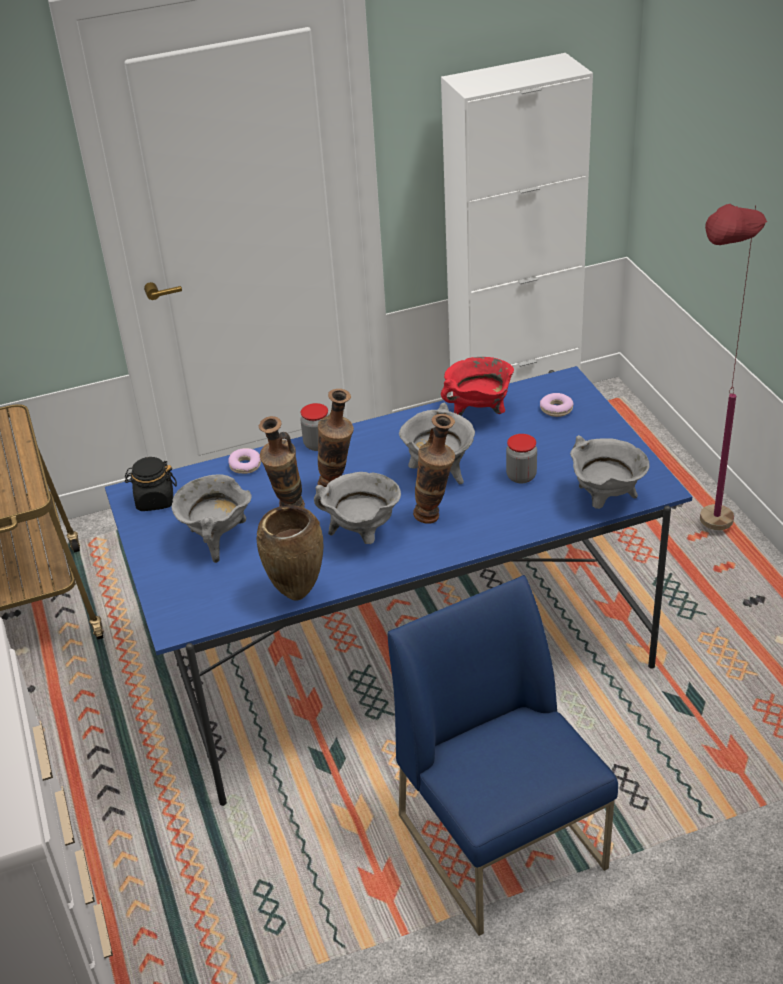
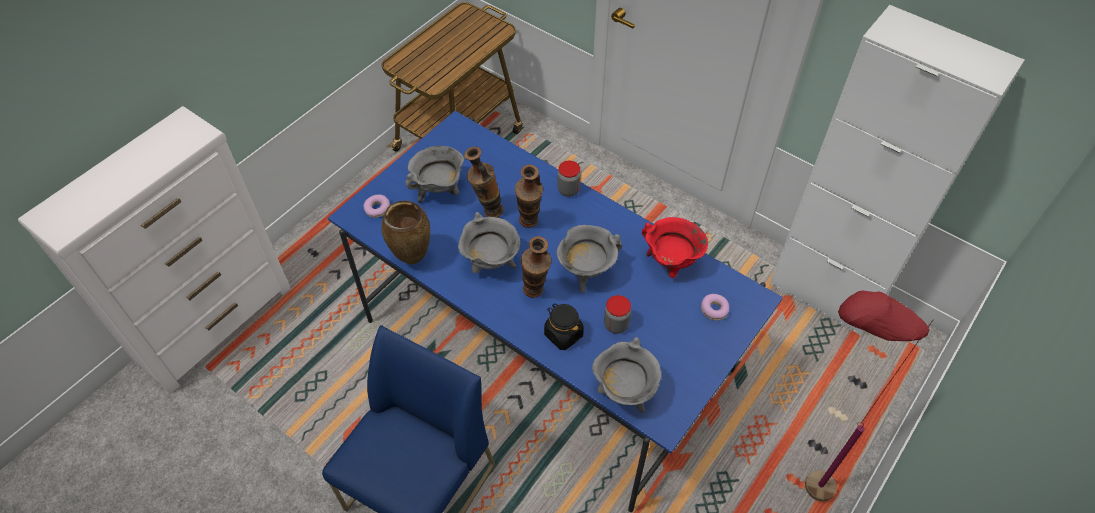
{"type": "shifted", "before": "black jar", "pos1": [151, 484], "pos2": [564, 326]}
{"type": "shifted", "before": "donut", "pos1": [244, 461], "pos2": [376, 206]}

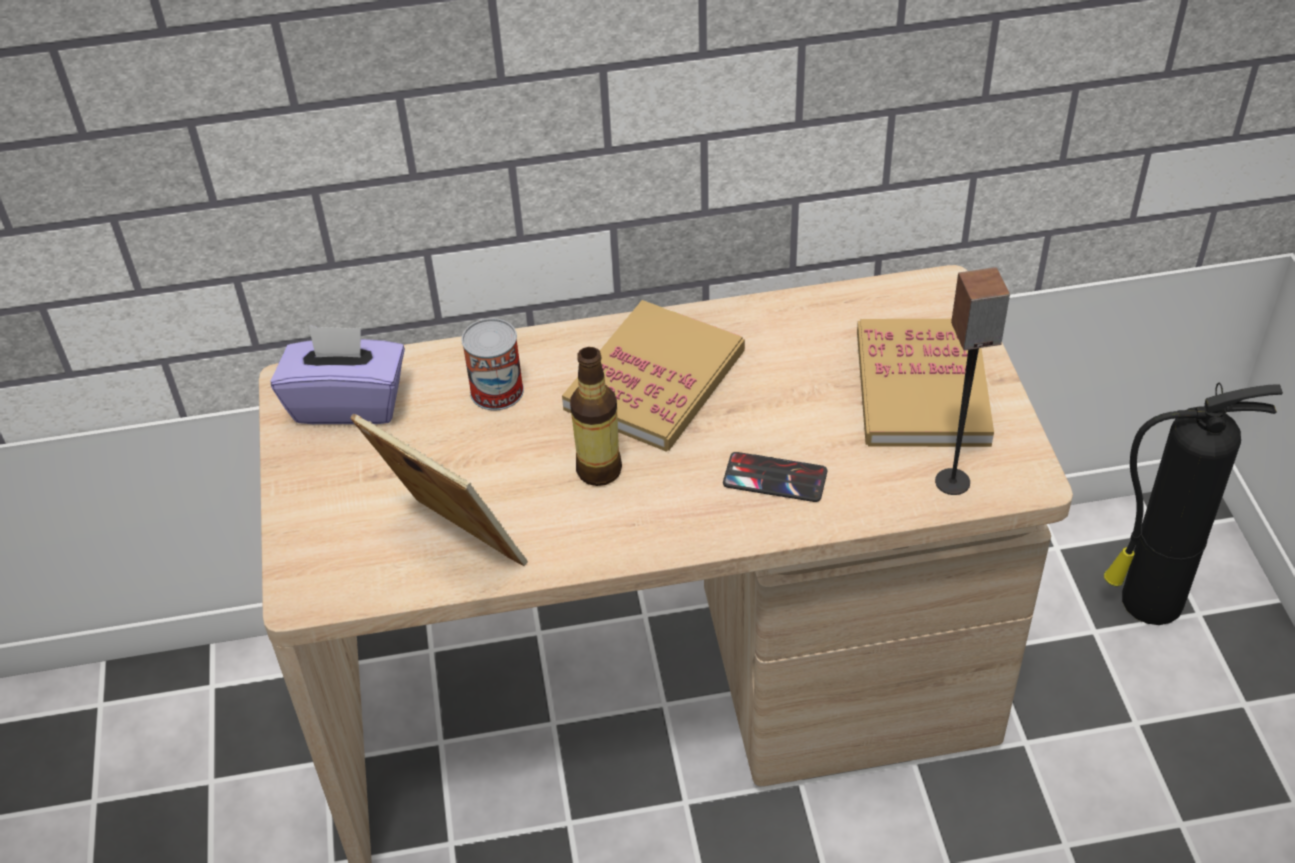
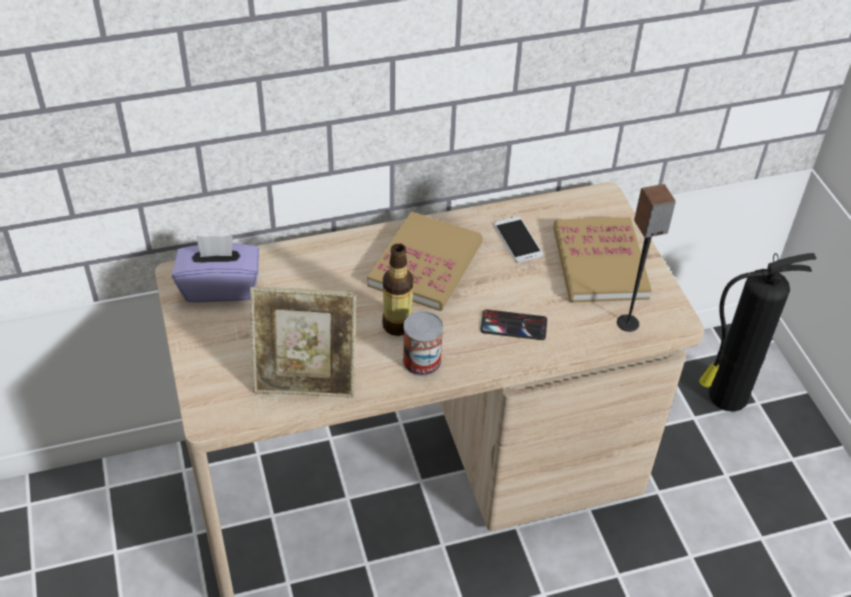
{"type": "rotated", "before": "picture frame", "pos1": [439, 489], "pos2": [303, 342], "turn": 150}
{"type": "shifted", "before": "can", "pos1": [492, 364], "pos2": [423, 343]}
{"type": "new", "after": "phone", "pos2": [518, 239]}

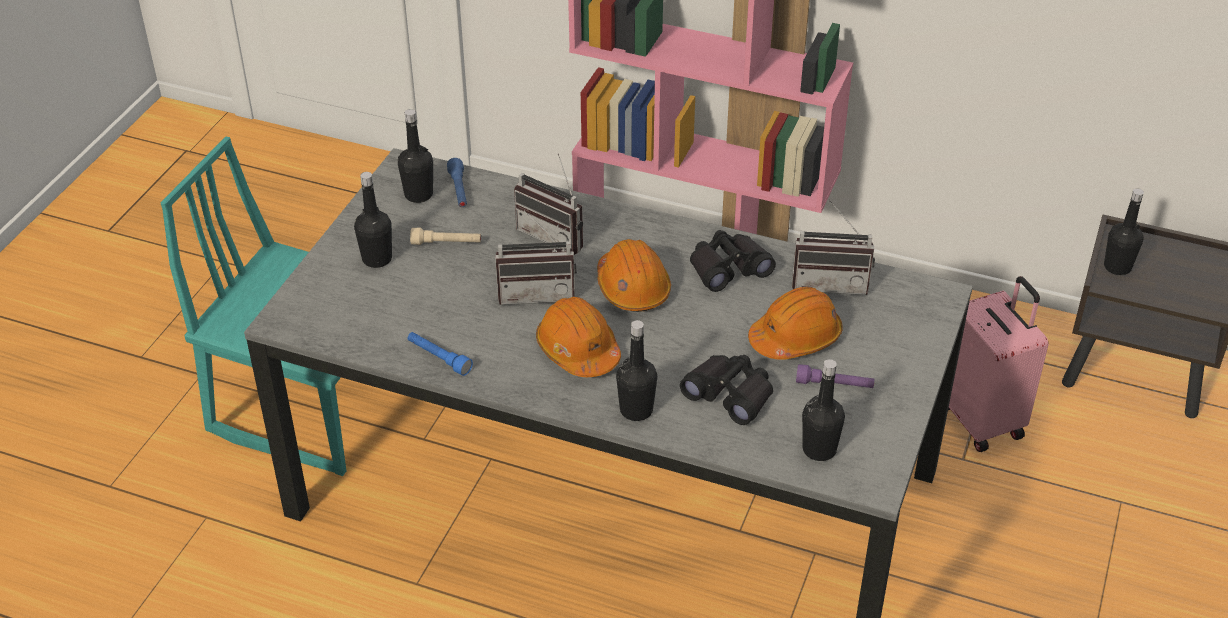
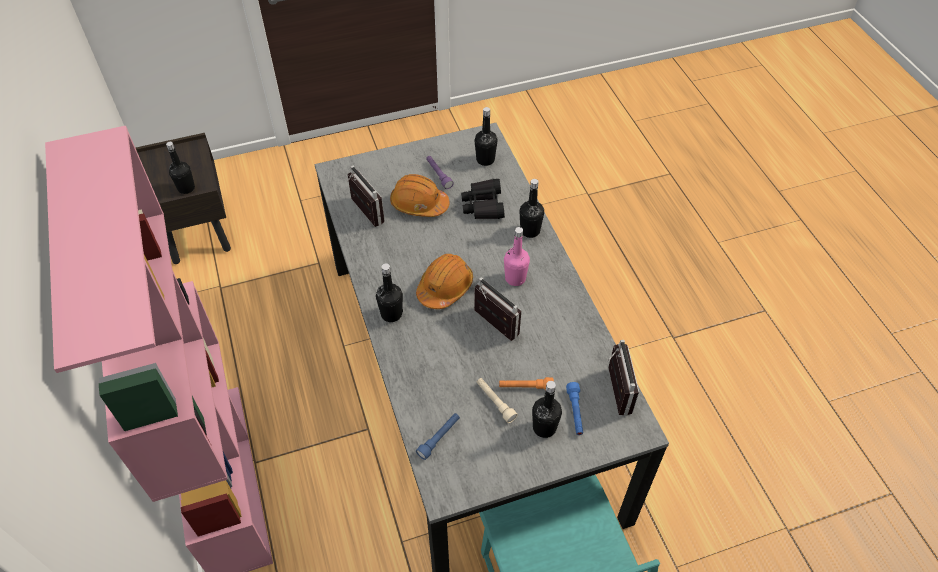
{"type": "shifted", "before": "black bottle", "pos1": [415, 156], "pos2": [389, 292]}
{"type": "shifted", "before": "blue flashlight", "pos1": [440, 354], "pos2": [574, 408]}
{"type": "shifted", "before": "radio", "pos1": [548, 204], "pos2": [623, 378]}
{"type": "swapped", "before": "orange hard hat", "after": "pink bottle", "pos1": [578, 337], "pos2": [517, 256]}
{"type": "gone", "before": "black binoculars", "pos1": [733, 261]}
{"type": "gone", "before": "pink suitcase", "pos1": [998, 364]}
{"type": "new", "after": "orange flashlight", "pos2": [526, 383]}

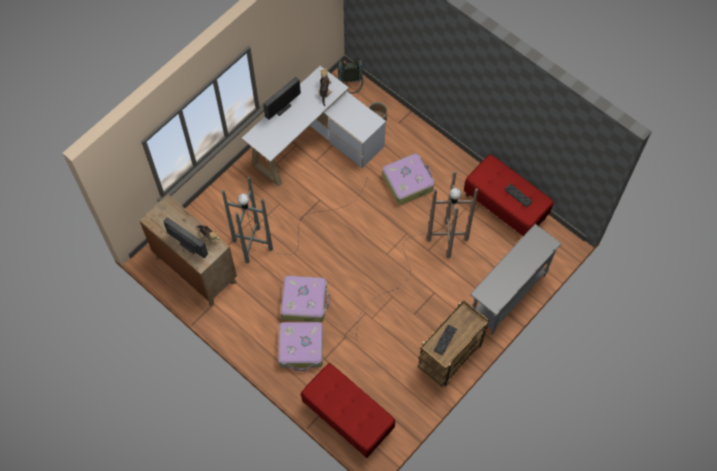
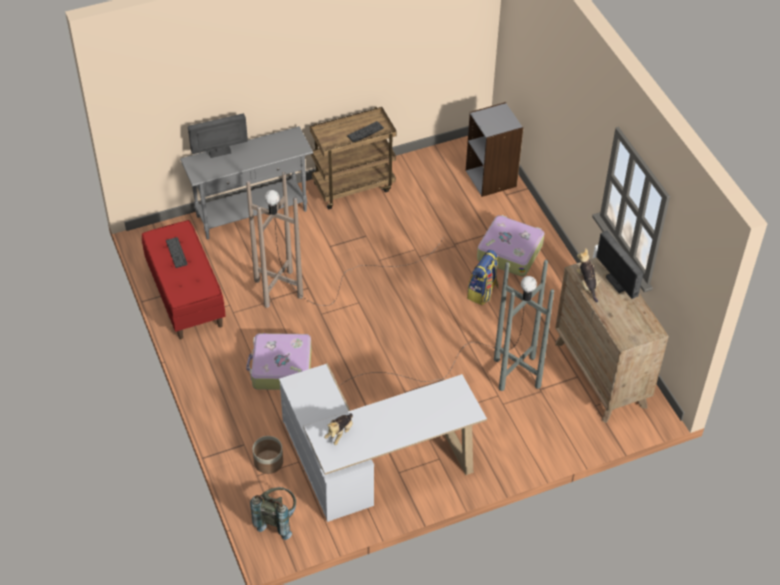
{"type": "shifted", "before": "monitor", "pos1": [282, 98], "pos2": [218, 135]}
{"type": "swapped", "before": "suitcase", "after": "backpack", "pos1": [306, 299], "pos2": [483, 277]}
{"type": "swapped", "before": "red bench", "after": "grey bookcase", "pos1": [348, 410], "pos2": [494, 149]}

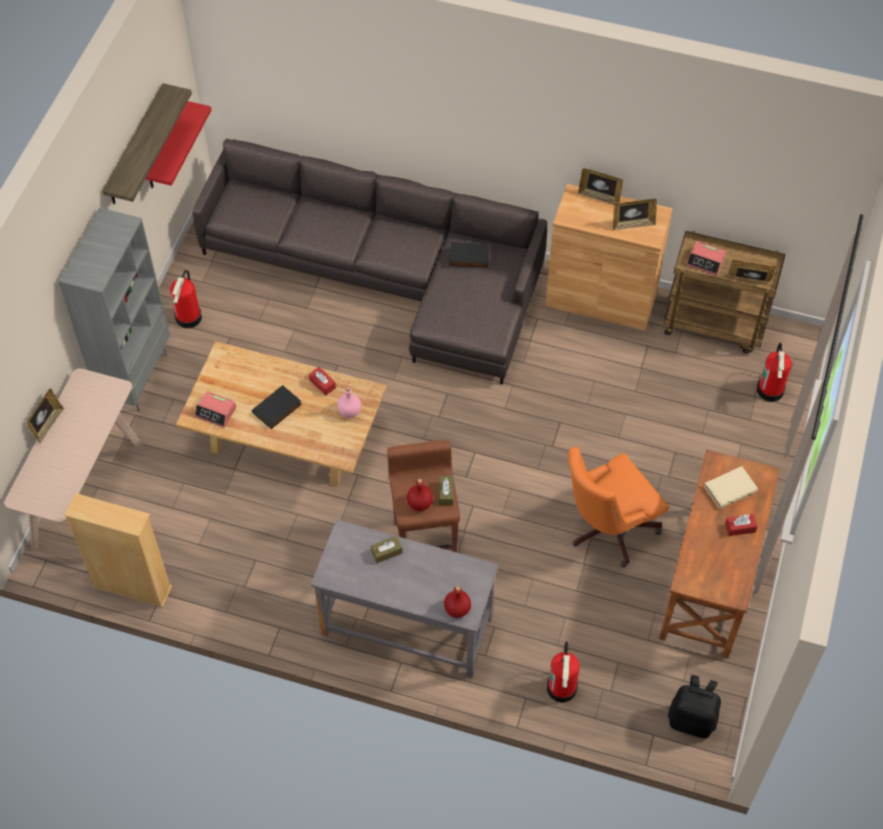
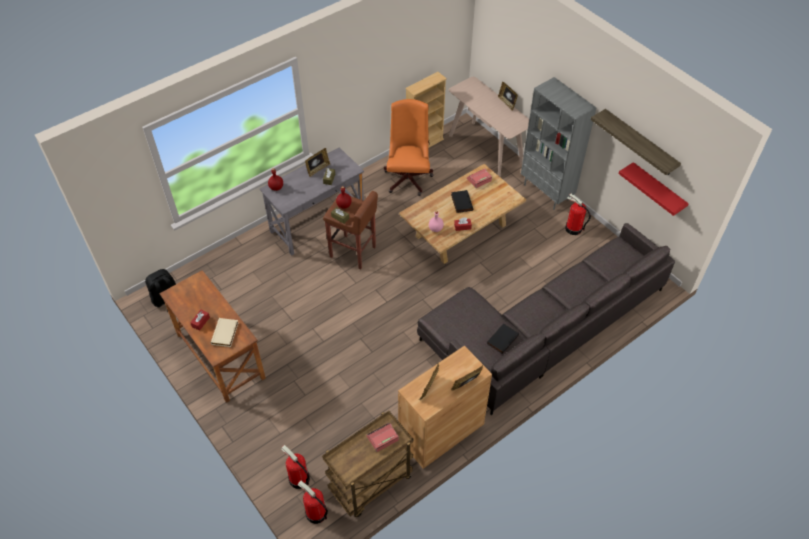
{"type": "shifted", "before": "fire extinguisher", "pos1": [563, 671], "pos2": [312, 502]}
{"type": "shifted", "before": "orange office chair", "pos1": [618, 507], "pos2": [408, 147]}
{"type": "shifted", "before": "picture frame", "pos1": [752, 270], "pos2": [317, 162]}

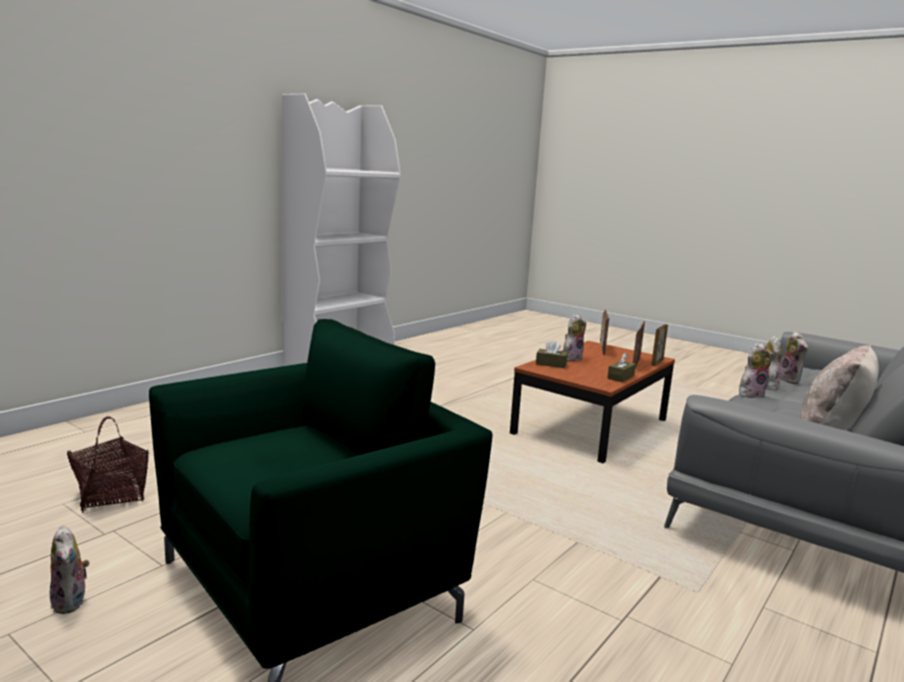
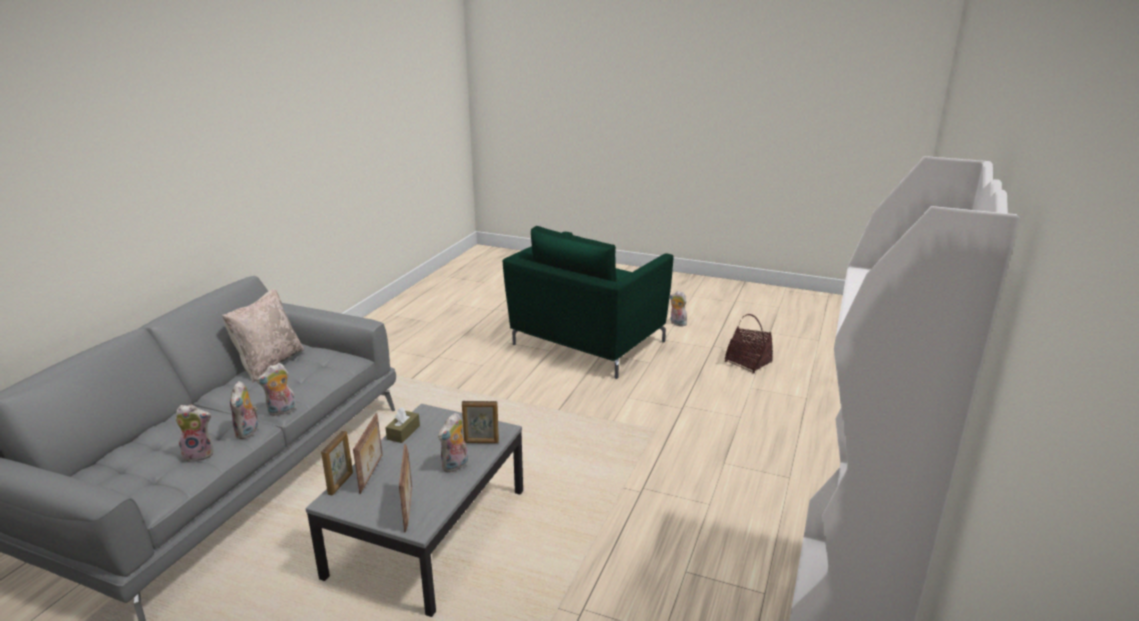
{"type": "repainted", "before": "brown coffee table", "after": "grey coffee table", "pos1": [592, 402], "pos2": [414, 510]}
{"type": "swapped", "before": "brown tissue box", "after": "picture frame", "pos1": [552, 354], "pos2": [480, 422]}
{"type": "rotated", "before": "plush toy", "pos1": [794, 357], "pos2": [194, 433], "turn": 105}

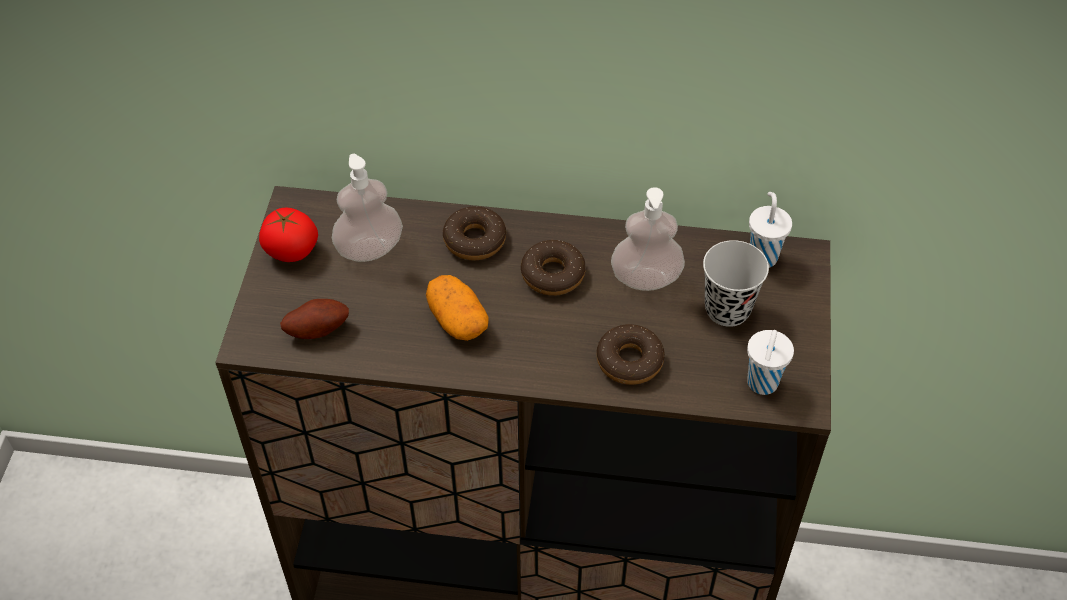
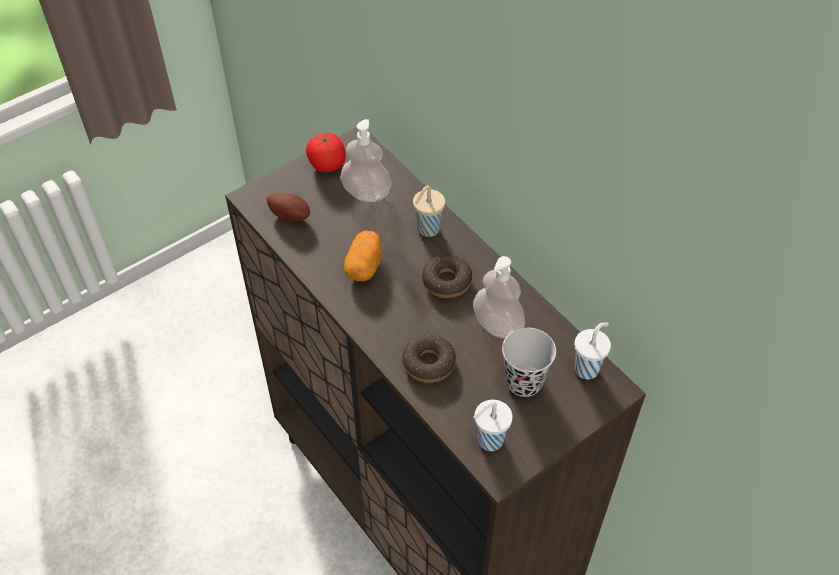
{"type": "swapped", "before": "donut", "after": "beige cup", "pos1": [474, 233], "pos2": [429, 211]}

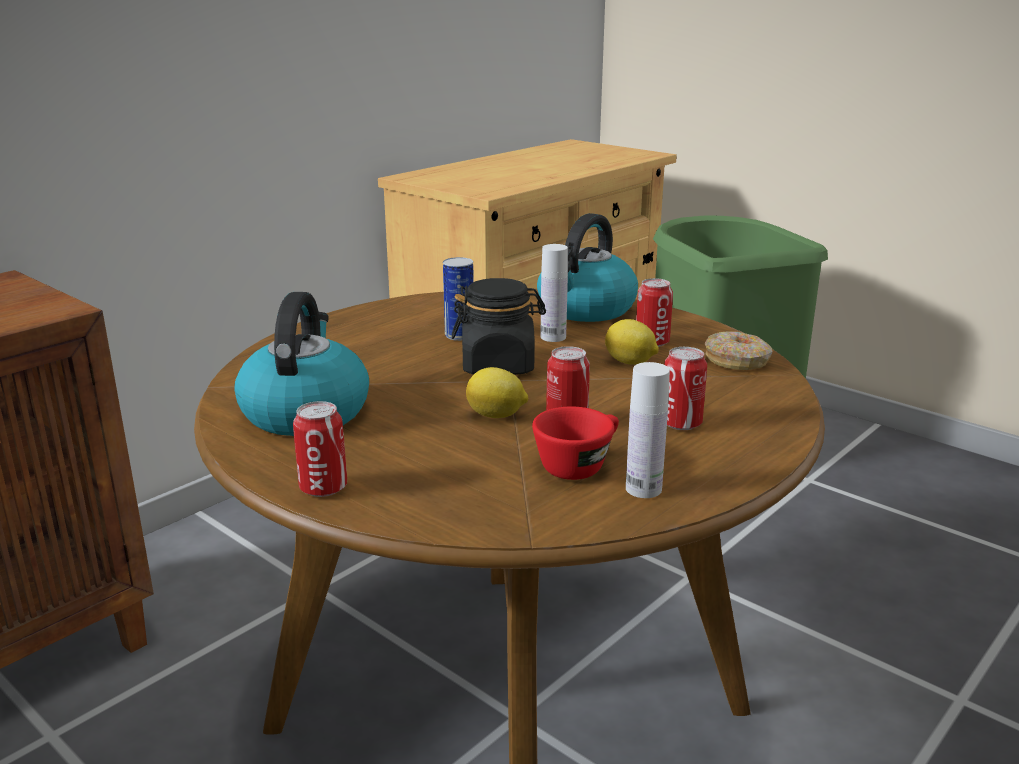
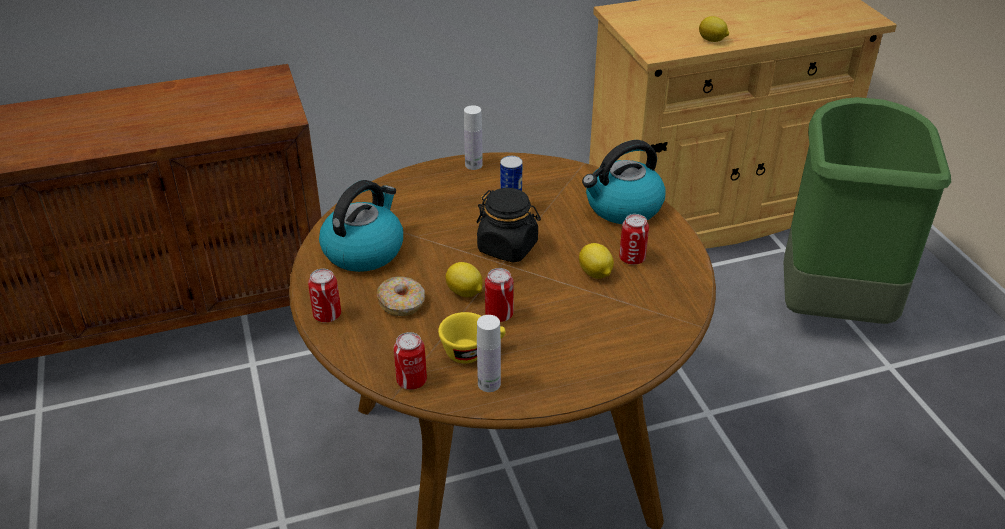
{"type": "repainted", "before": "red cup", "after": "yellow cup", "pos1": [575, 443], "pos2": [472, 337]}
{"type": "shifted", "before": "white bottle", "pos1": [554, 293], "pos2": [473, 137]}
{"type": "shifted", "before": "can", "pos1": [685, 388], "pos2": [410, 361]}
{"type": "shifted", "before": "donut", "pos1": [738, 350], "pos2": [400, 296]}
{"type": "new", "after": "lemon", "pos2": [714, 29]}

